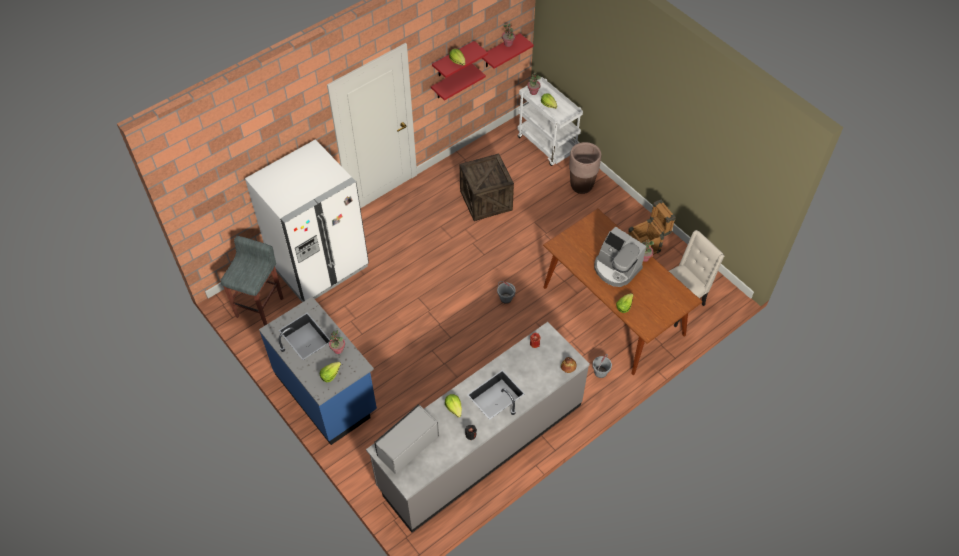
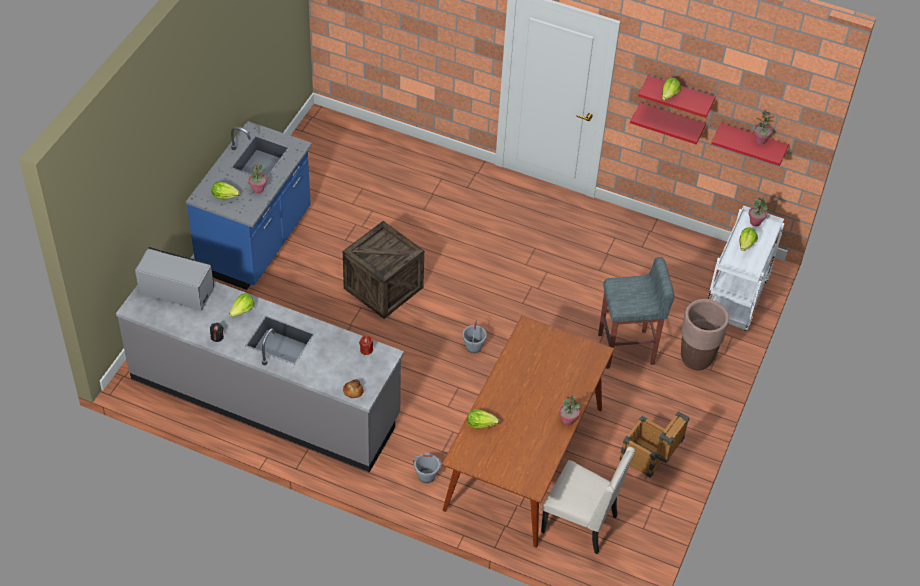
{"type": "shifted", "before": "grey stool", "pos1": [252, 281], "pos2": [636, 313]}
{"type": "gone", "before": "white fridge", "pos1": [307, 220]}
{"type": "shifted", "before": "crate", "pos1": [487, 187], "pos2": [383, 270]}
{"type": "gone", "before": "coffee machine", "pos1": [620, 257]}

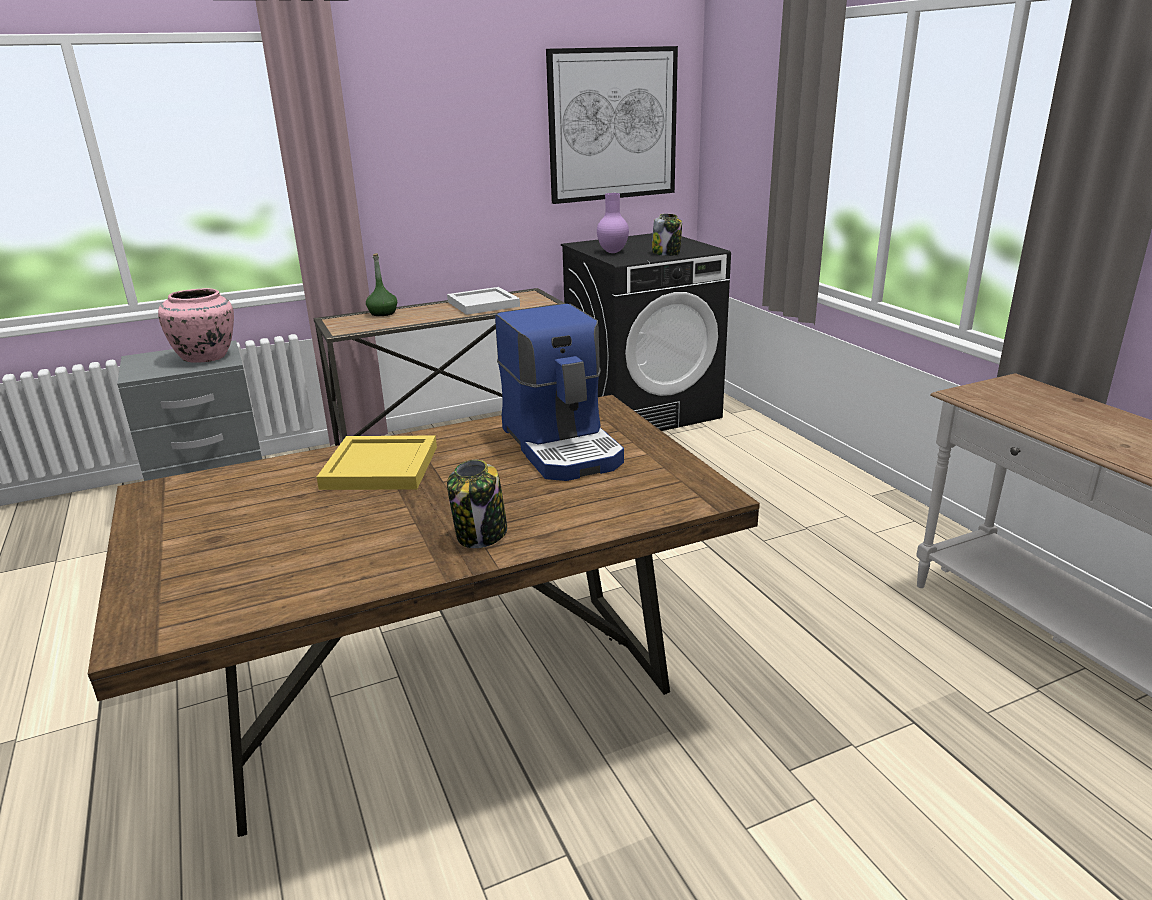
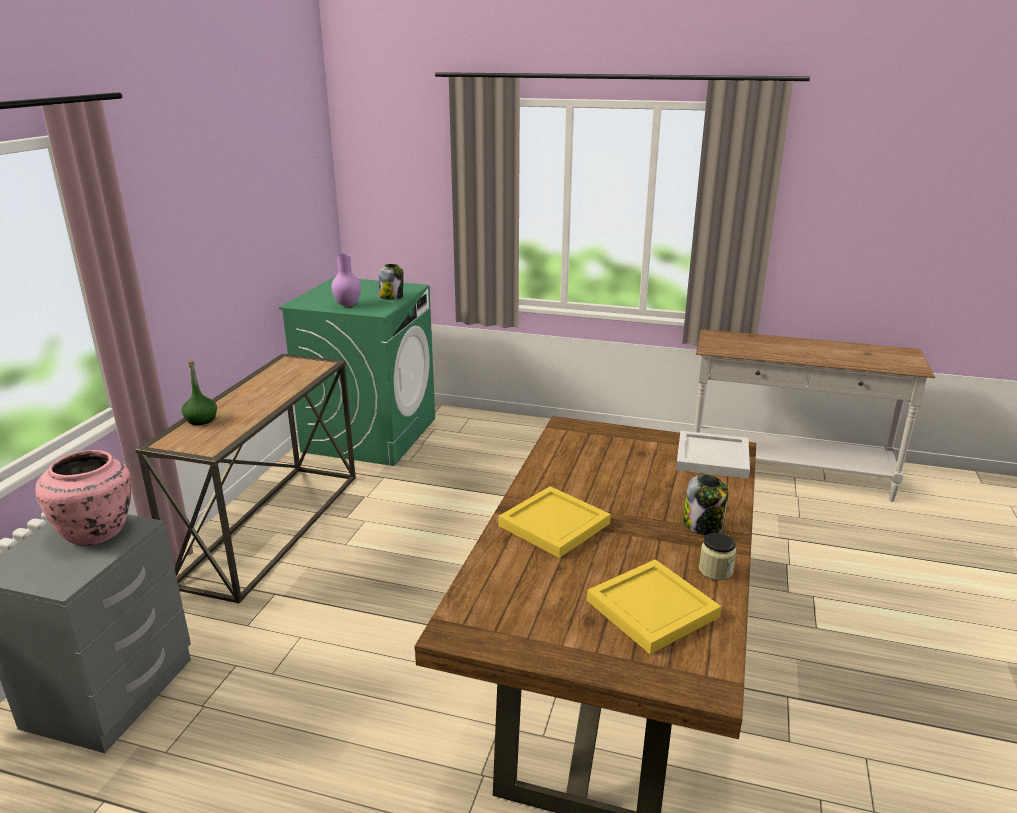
{"type": "shifted", "before": "white tray", "pos1": [483, 301], "pos2": [713, 455]}
{"type": "gone", "before": "coffee machine", "pos1": [559, 392]}
{"type": "gone", "before": "picture", "pos1": [612, 125]}
{"type": "repainted", "before": "black washing machine", "after": "green washing machine", "pos1": [646, 332], "pos2": [357, 371]}
{"type": "new", "after": "yellow tray", "pos2": [654, 606]}
{"type": "new", "after": "jar", "pos2": [717, 556]}

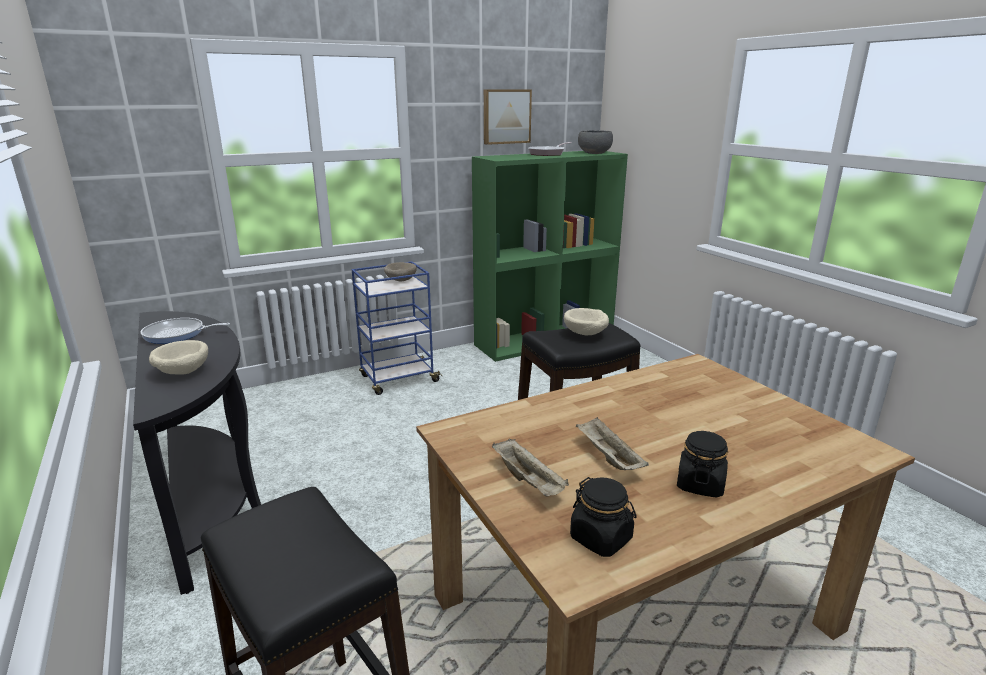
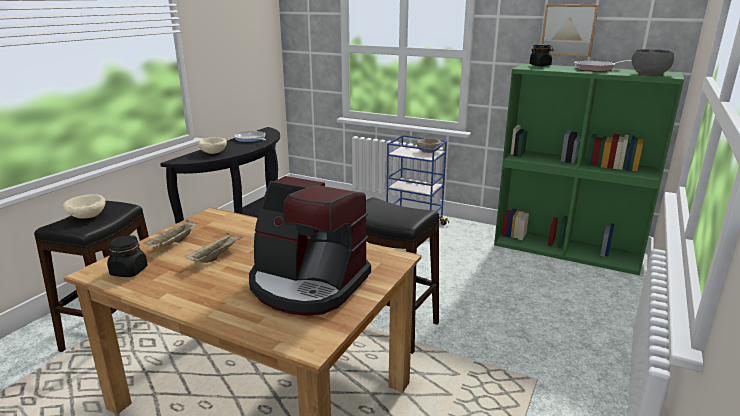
{"type": "shifted", "before": "beige bowl", "pos1": [586, 321], "pos2": [84, 206]}
{"type": "shifted", "before": "black jar", "pos1": [702, 464], "pos2": [541, 55]}
{"type": "new", "after": "coffee machine", "pos2": [310, 246]}

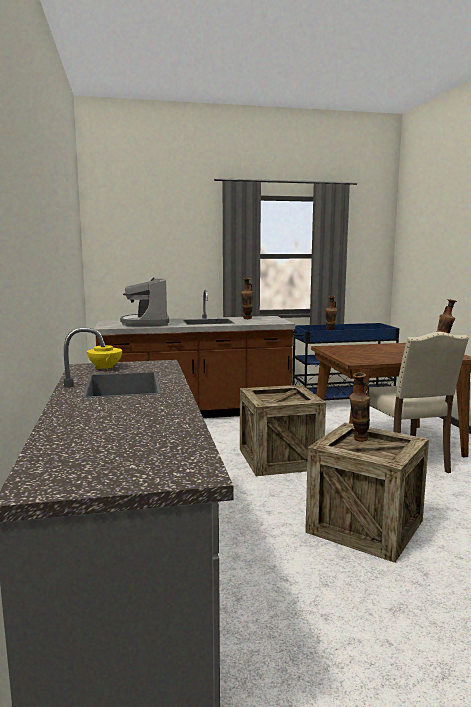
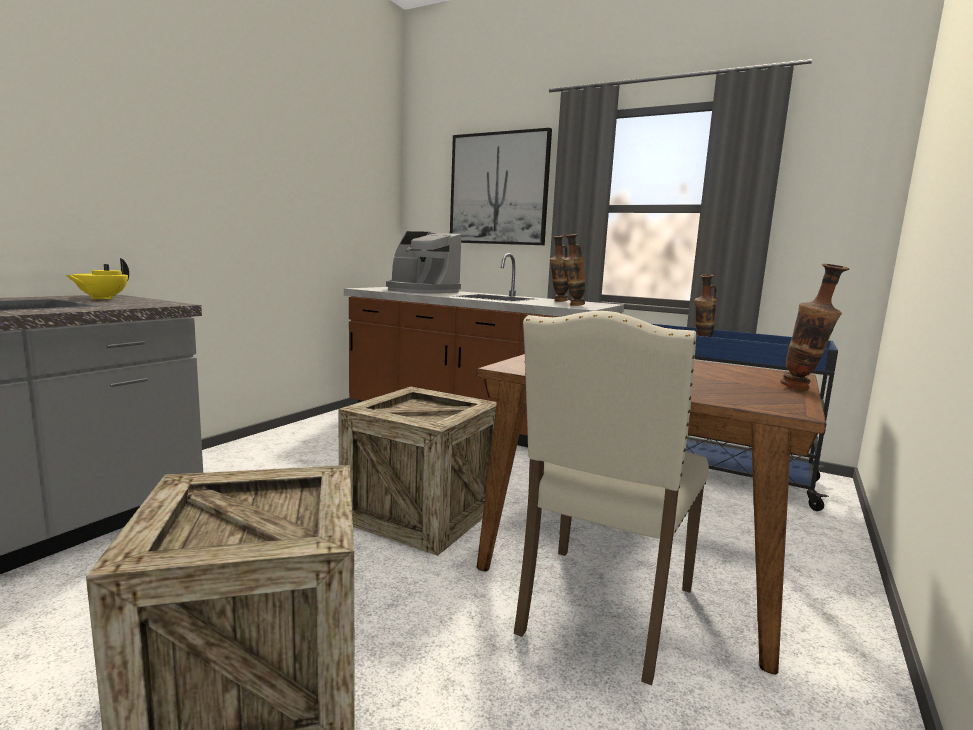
{"type": "rotated", "before": "coffee machine", "pos1": [144, 301], "pos2": [423, 262], "turn": -90}
{"type": "shifted", "before": "vase", "pos1": [360, 407], "pos2": [574, 270]}
{"type": "new", "after": "picture", "pos2": [501, 186]}

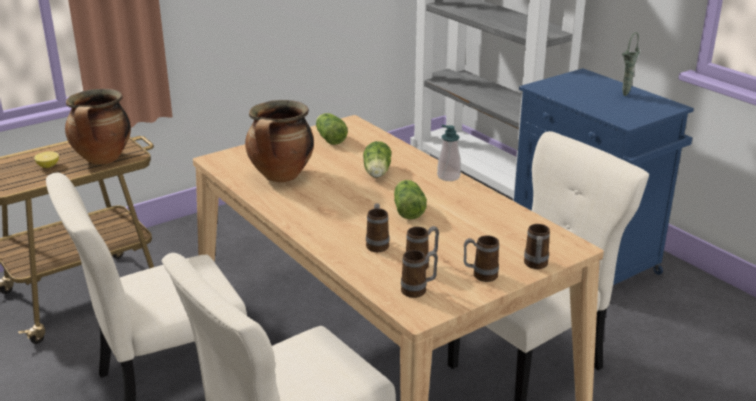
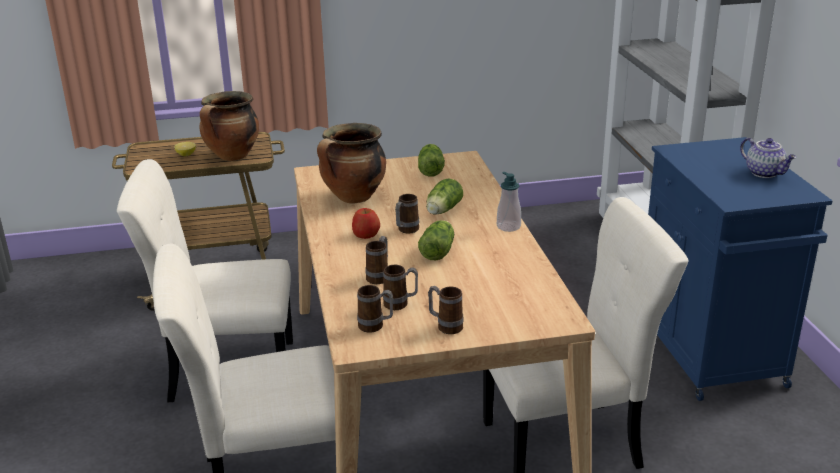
{"type": "shifted", "before": "mug", "pos1": [537, 246], "pos2": [407, 213]}
{"type": "swapped", "before": "green vase", "after": "teapot", "pos1": [631, 64], "pos2": [768, 158]}
{"type": "new", "after": "apple", "pos2": [366, 223]}

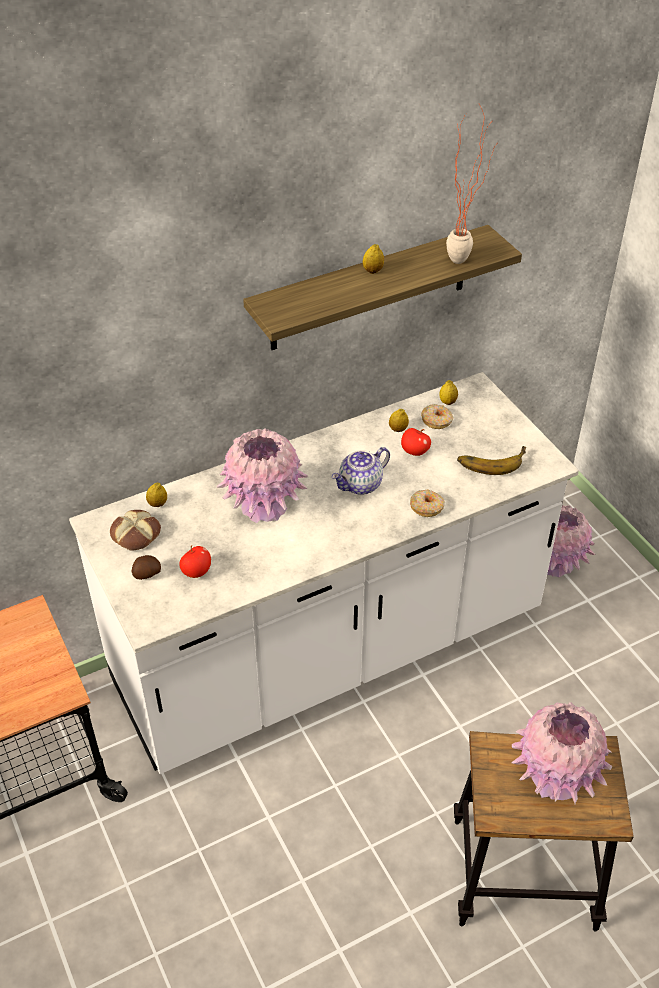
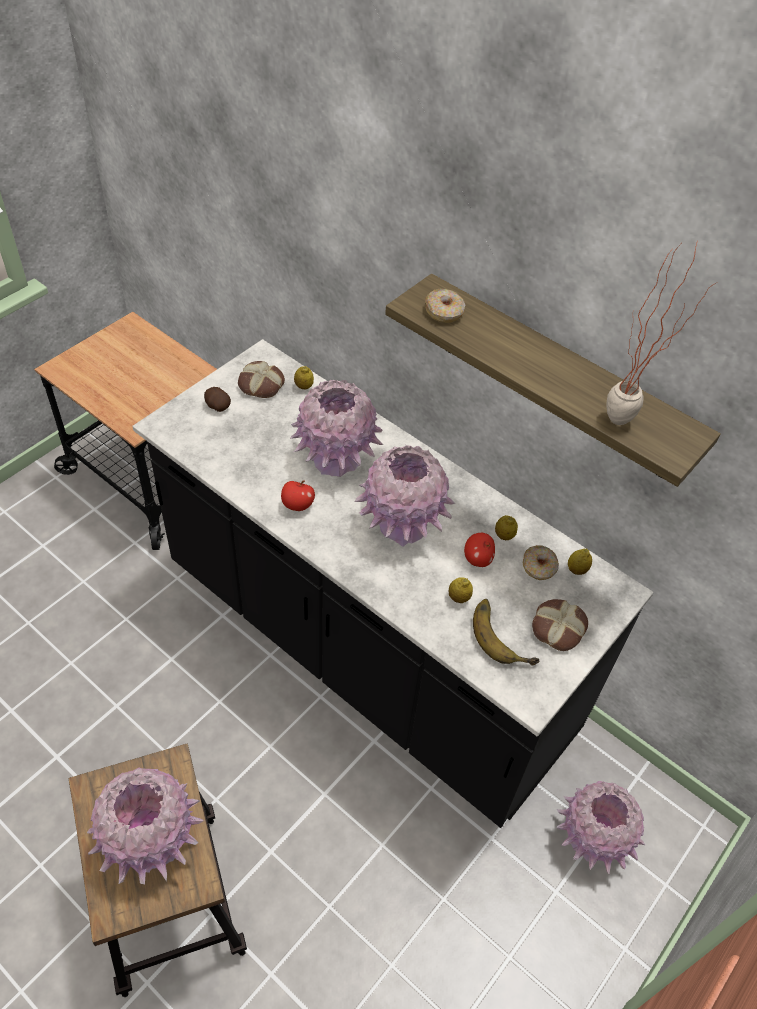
{"type": "repainted", "before": "white counter", "after": "black counter", "pos1": [324, 573], "pos2": [392, 583]}
{"type": "shifted", "before": "apple", "pos1": [195, 561], "pos2": [298, 495]}
{"type": "swapped", "before": "teapot", "after": "pink vase", "pos1": [361, 471], "pos2": [404, 496]}
{"type": "shifted", "before": "lemon", "pos1": [373, 259], "pos2": [461, 590]}
{"type": "shifted", "before": "donut", "pos1": [427, 503], "pos2": [445, 306]}
{"type": "new", "after": "bread", "pos2": [560, 625]}

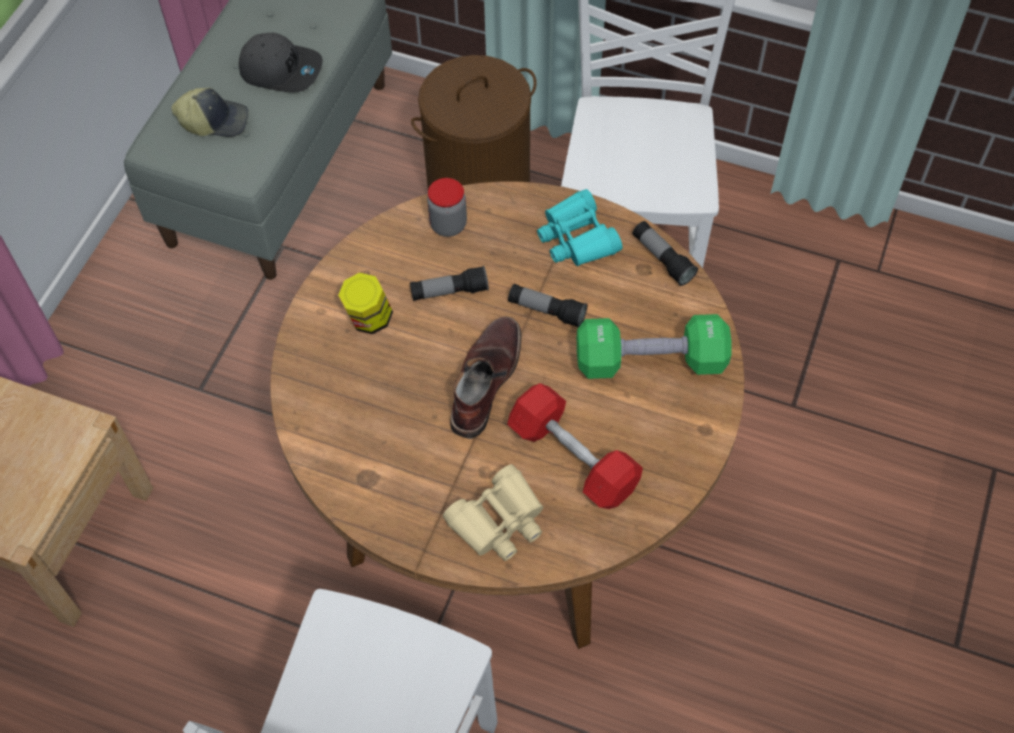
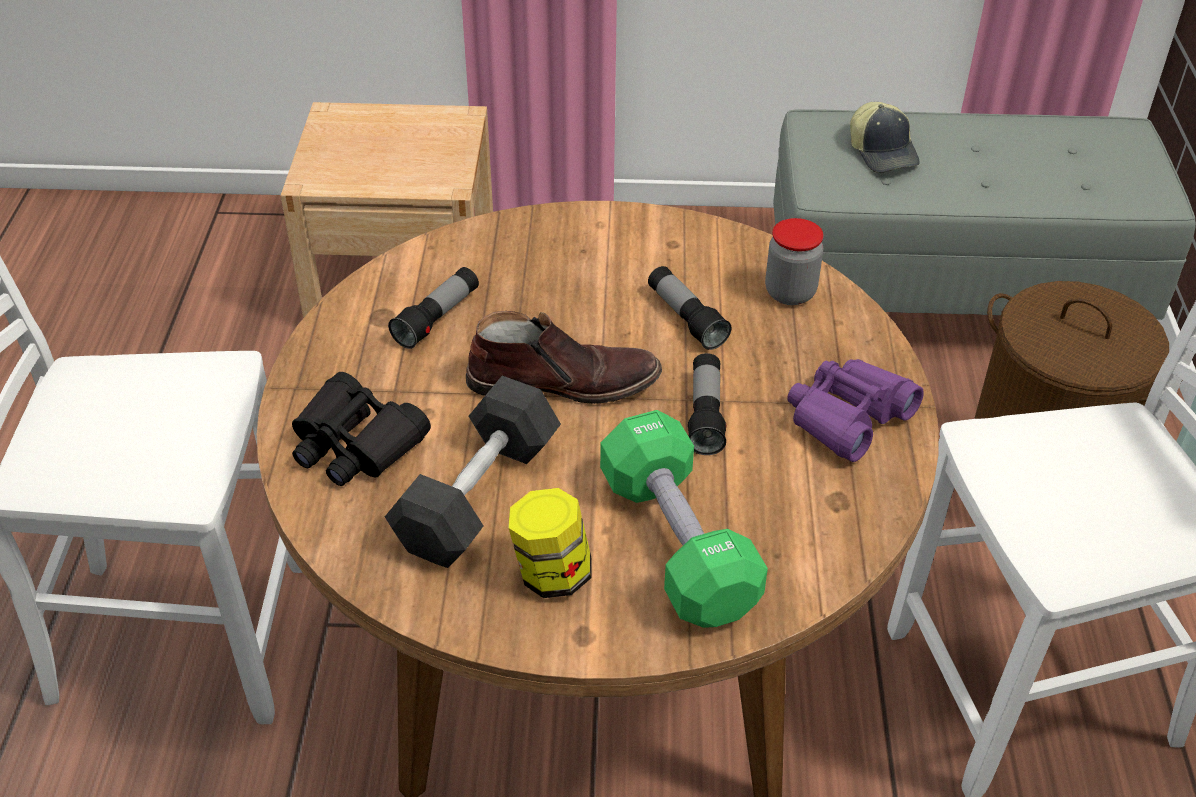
{"type": "gone", "before": "grey cap", "pos1": [281, 63]}
{"type": "shifted", "before": "jar", "pos1": [365, 303], "pos2": [549, 543]}
{"type": "repainted", "before": "beige binoculars", "after": "black binoculars", "pos1": [493, 512], "pos2": [361, 429]}
{"type": "repainted", "before": "red dumbbell", "after": "grey dumbbell", "pos1": [575, 446], "pos2": [473, 472]}
{"type": "repainted", "before": "turquoise binoculars", "after": "purple binoculars", "pos1": [580, 227], "pos2": [855, 410]}
{"type": "shifted", "before": "flashlight", "pos1": [665, 253], "pos2": [433, 308]}

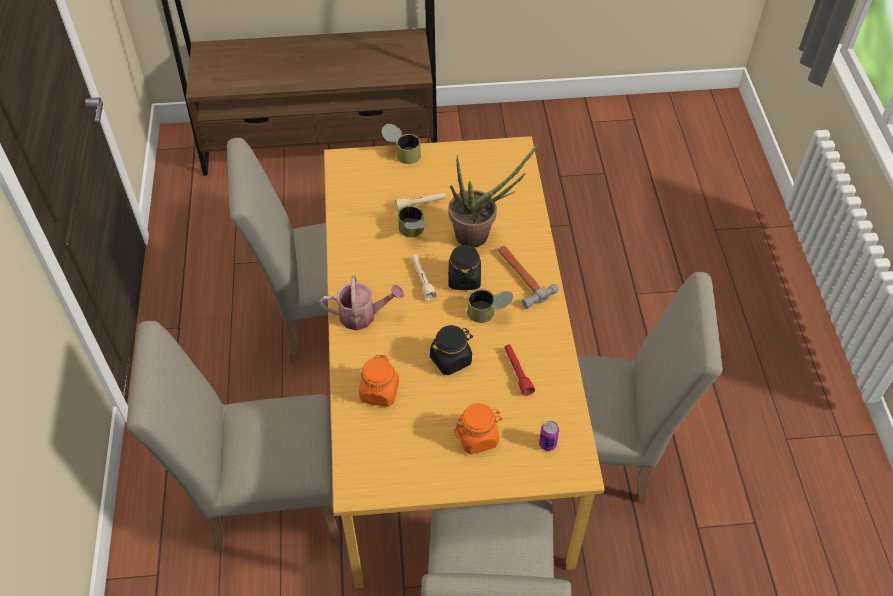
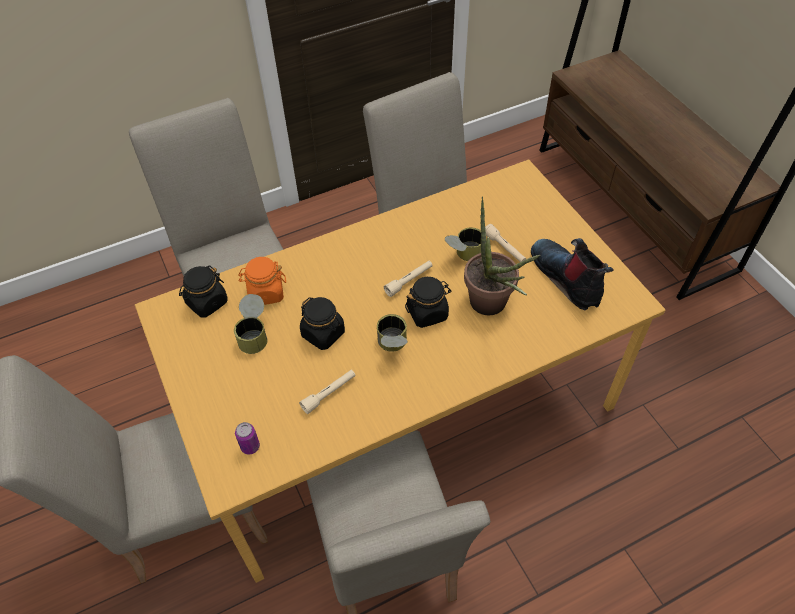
{"type": "gone", "before": "watering can", "pos1": [361, 303]}
{"type": "shifted", "before": "can", "pos1": [401, 144], "pos2": [250, 324]}
{"type": "gone", "before": "orange jar", "pos1": [478, 428]}
{"type": "gone", "before": "hammer", "pos1": [528, 277]}
{"type": "repainted", "before": "red flashlight", "after": "beige flashlight", "pos1": [519, 370], "pos2": [327, 392]}
{"type": "new", "after": "black jar", "pos2": [203, 291]}
{"type": "new", "after": "boot", "pos2": [572, 274]}

